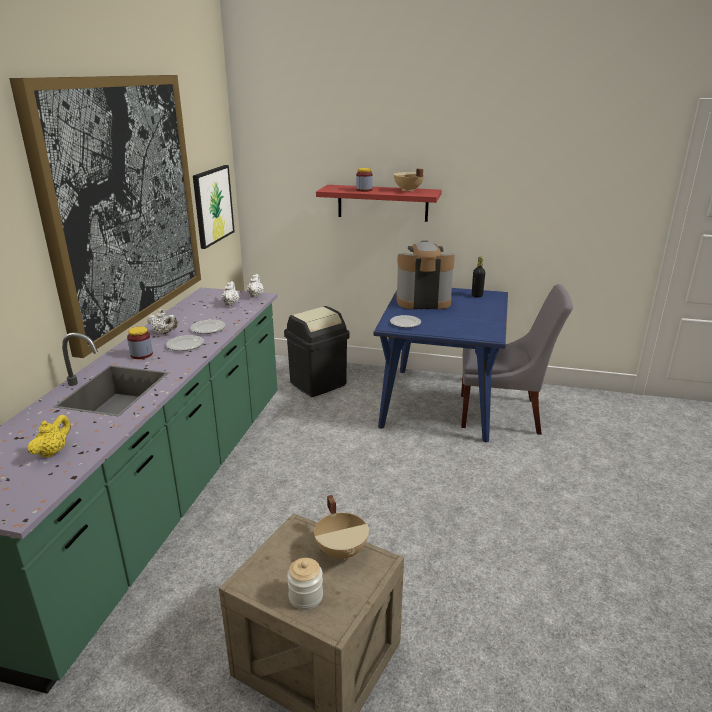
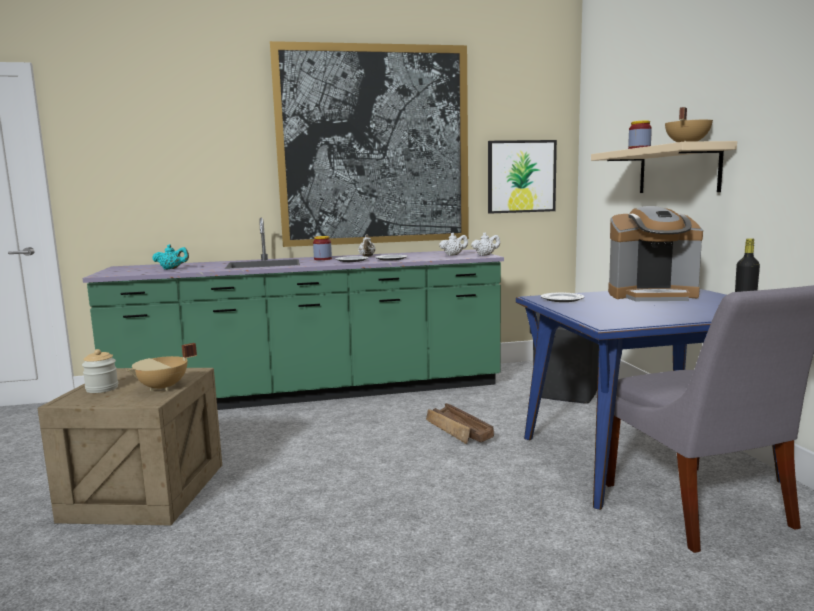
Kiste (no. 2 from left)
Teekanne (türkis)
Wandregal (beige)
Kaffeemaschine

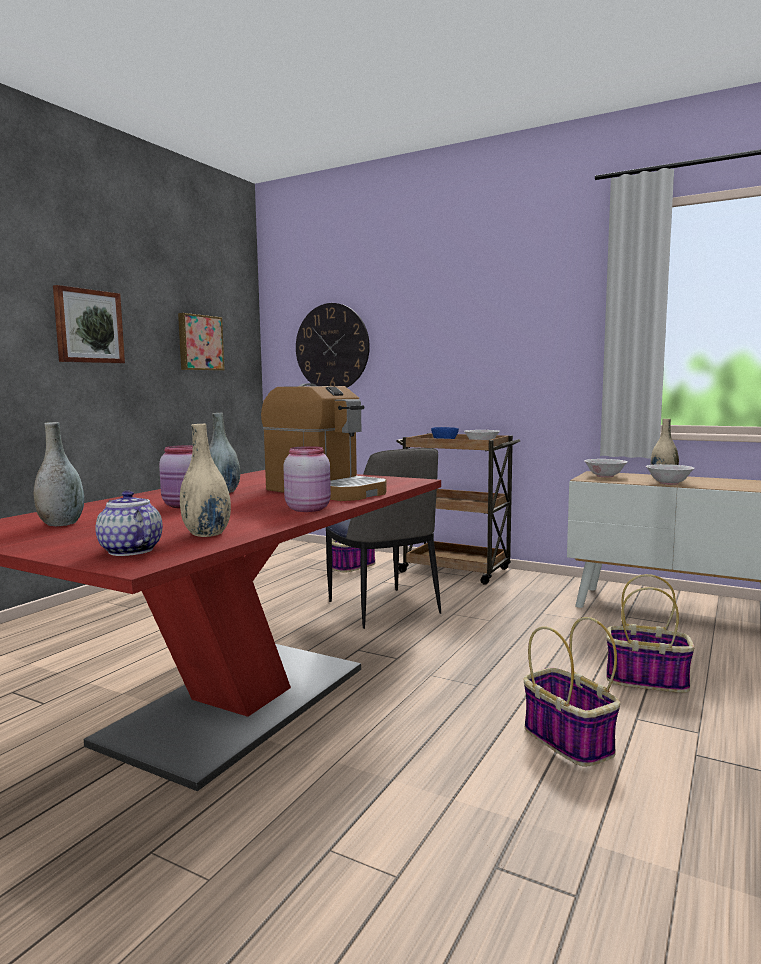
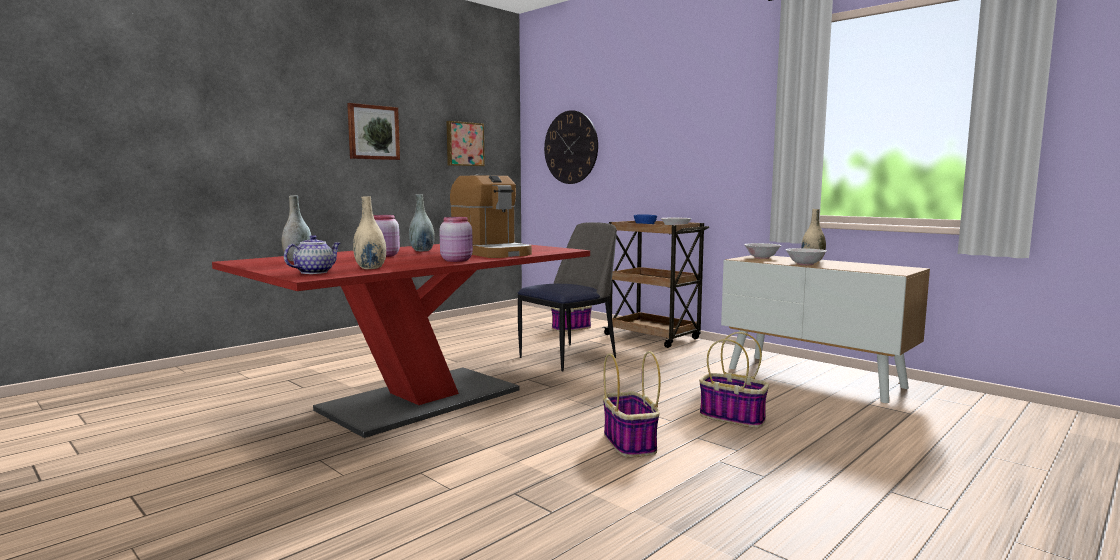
Teekanne
Stuhl

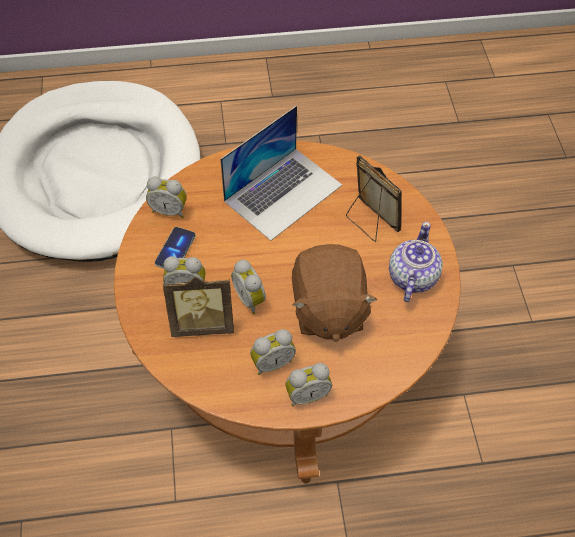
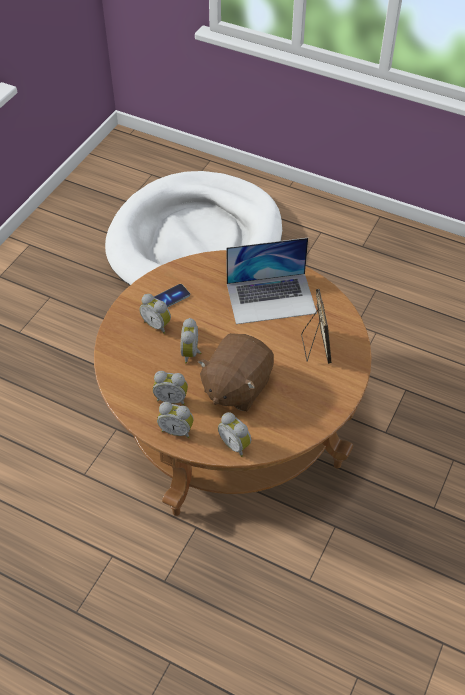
Bilderrahmen (no. 1 from left in the first image)
Teekanne
Wecker (no. 5 from left)

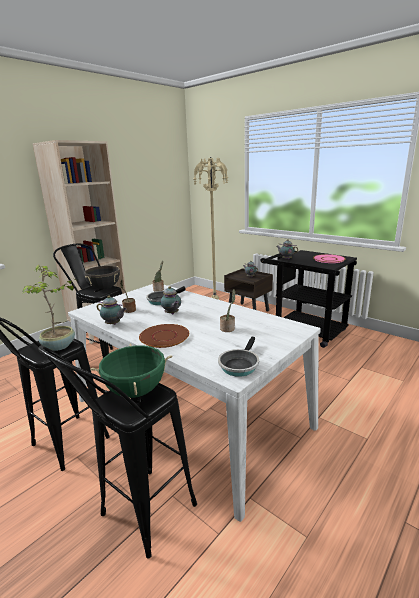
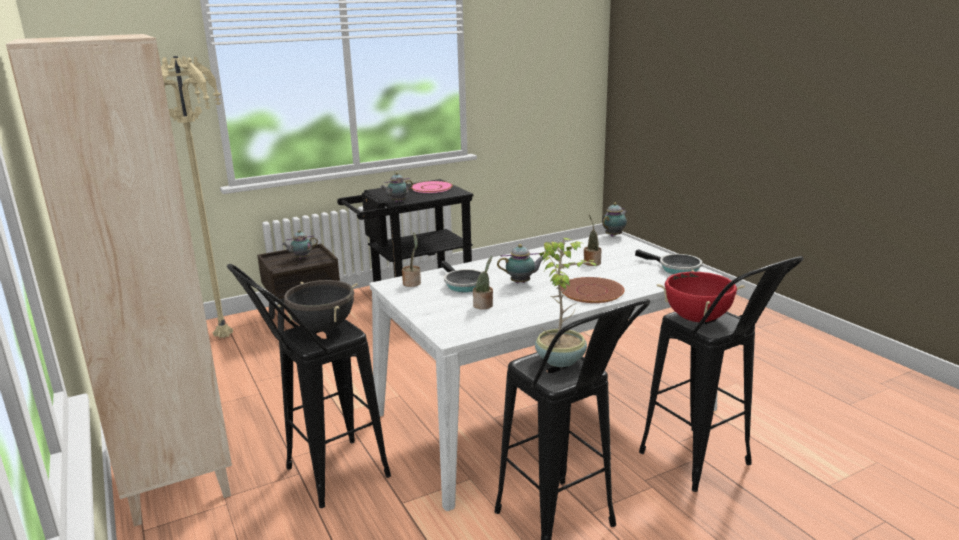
Teekanne (no. 4 from left)
Kochtopf (rot)

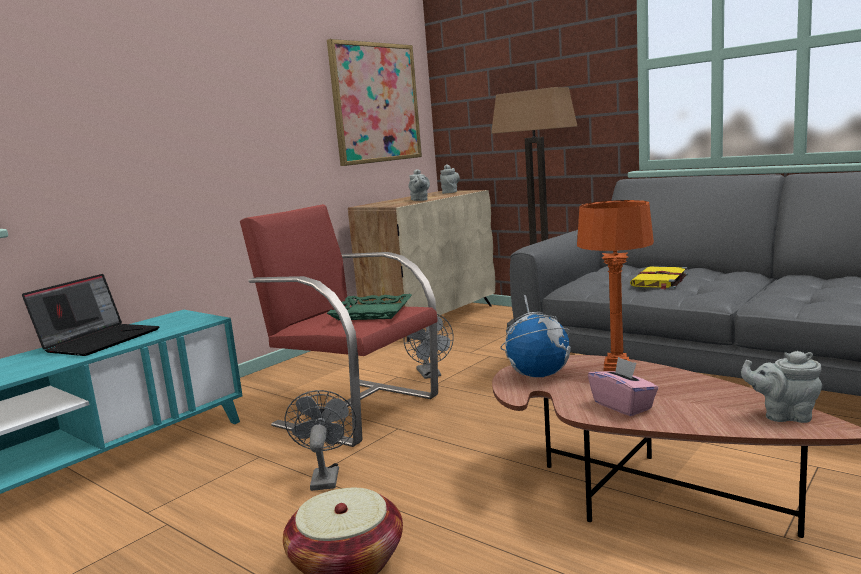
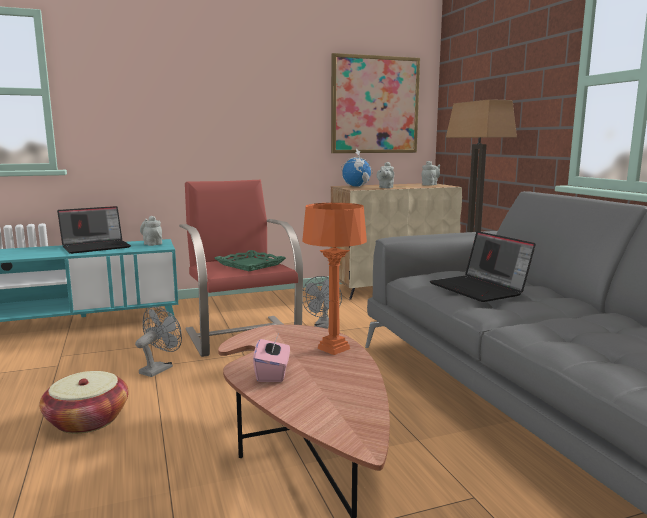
Globus
Teekanne (grau) (no. 1 from left)
Laptop (no. 2 from left)

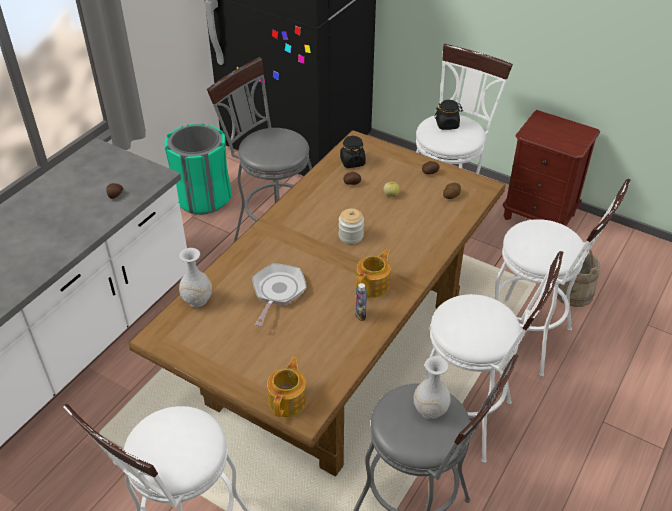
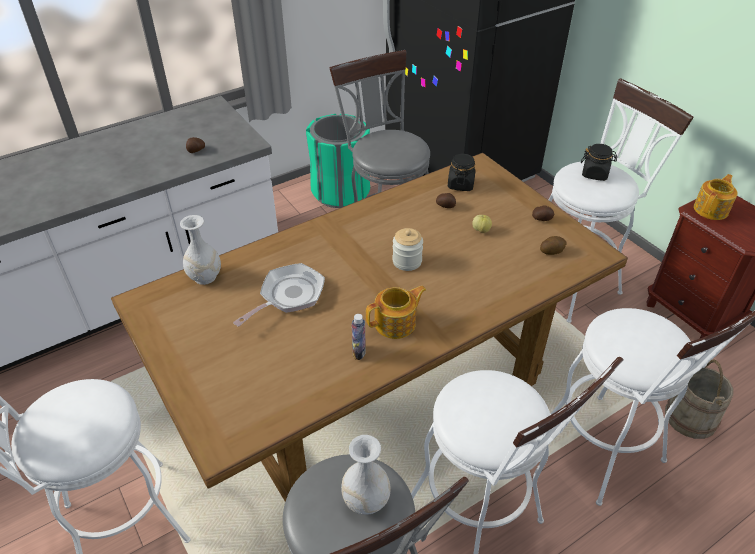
Teekanne (no. 2 from left)

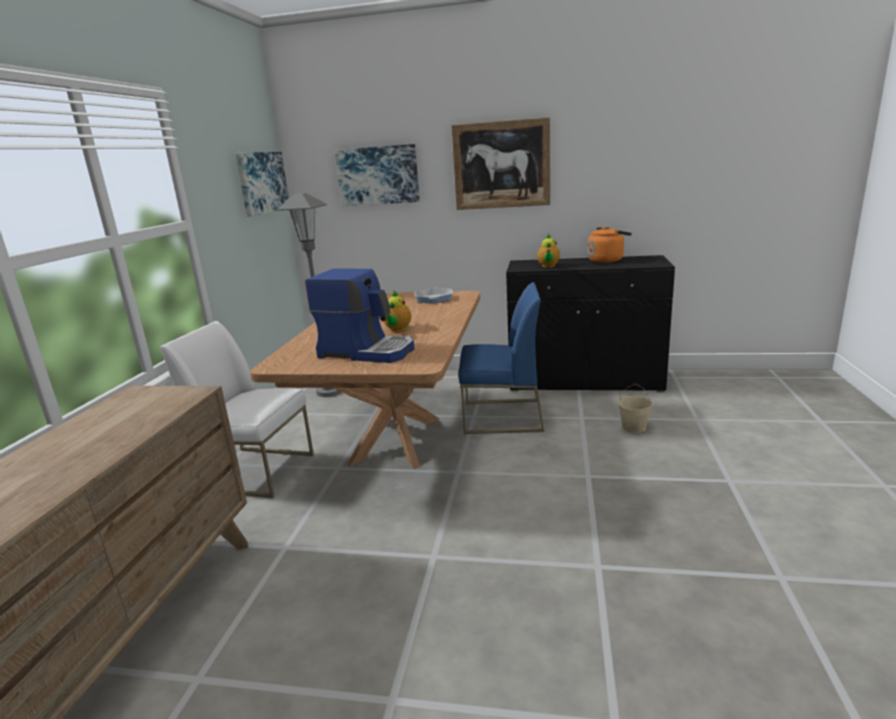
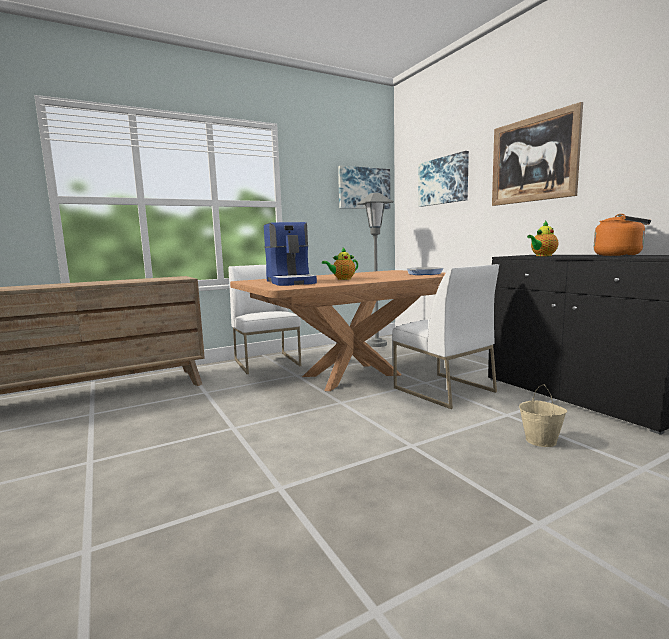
Stuhl (weiß) (no. 2 from left)

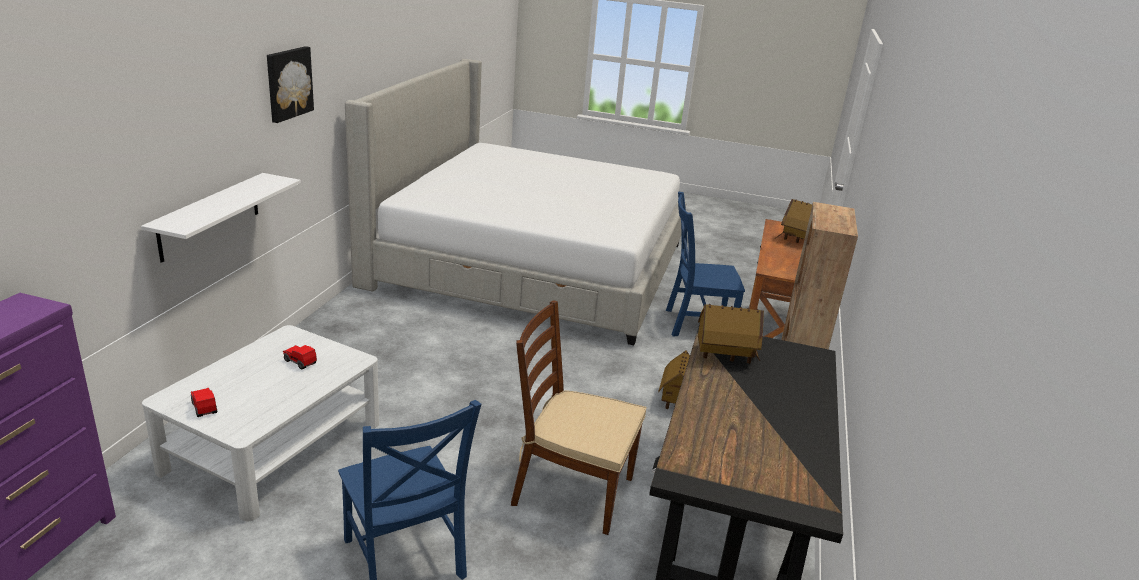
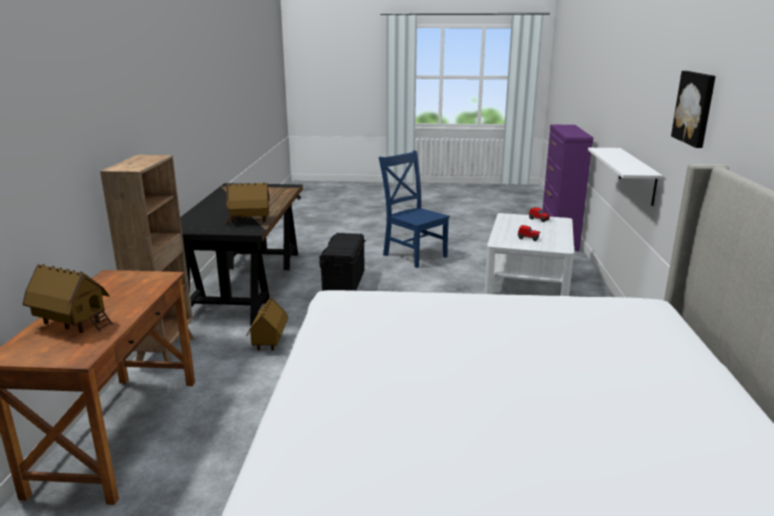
Stuhl (blau) (no. 2 from left in the first image)
Aufbewahrungsbox (schwarz)

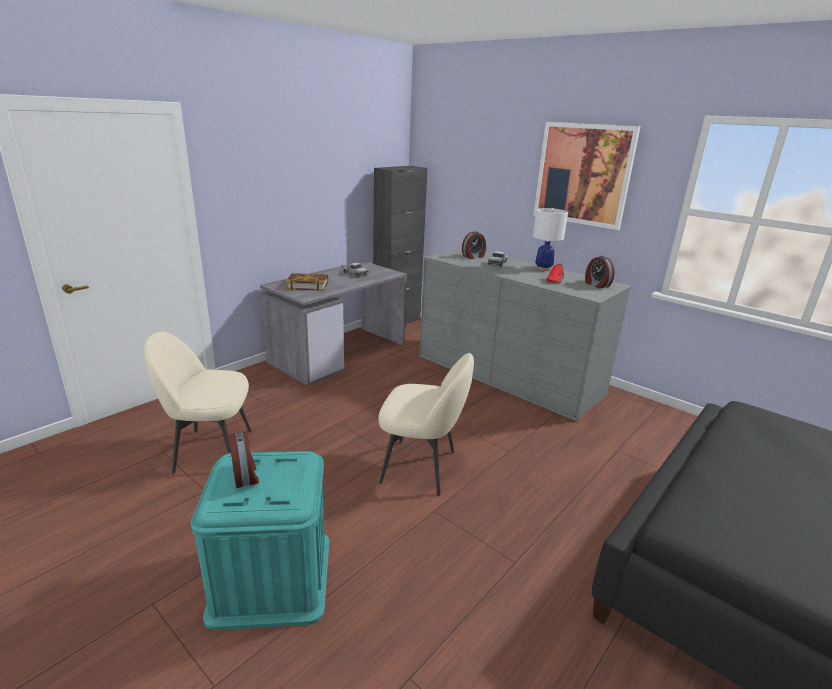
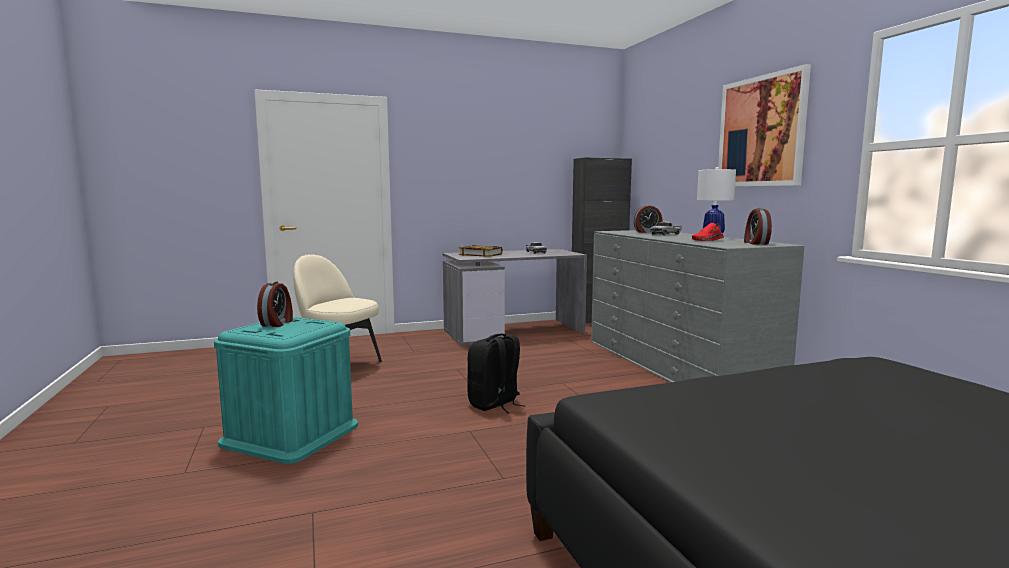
Rucksack (schwarz)

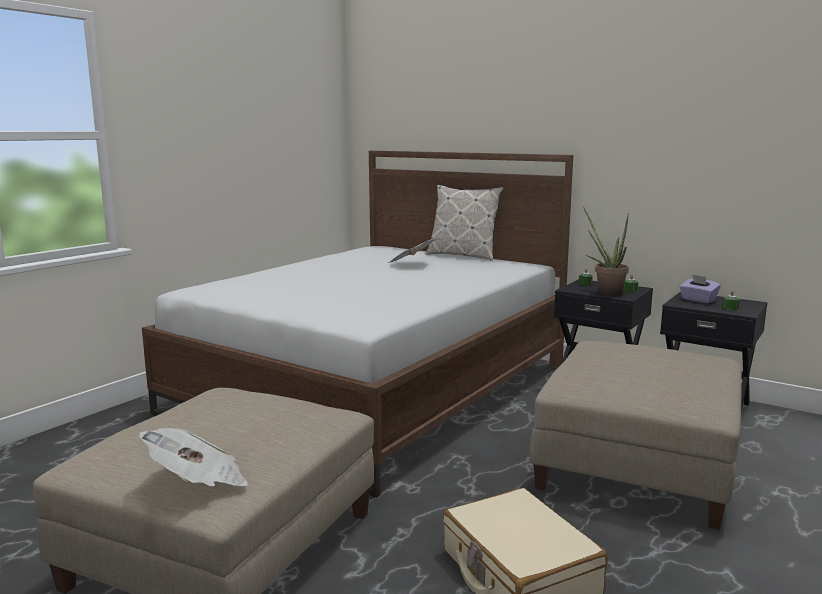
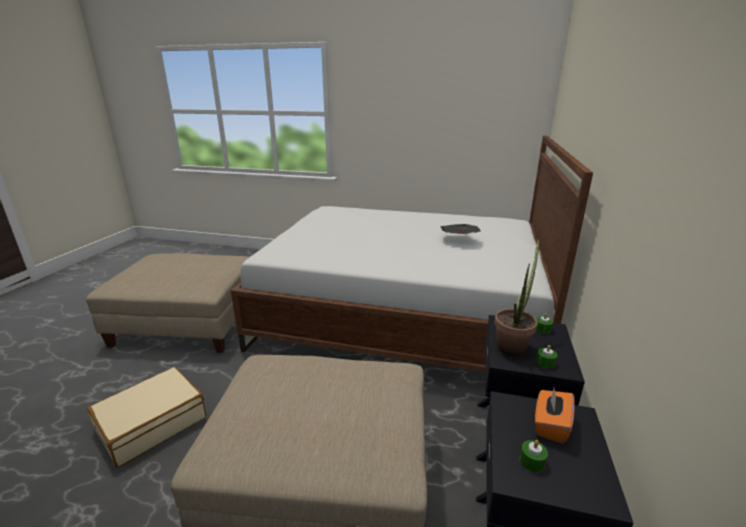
Zeitung (no. 1 from left in the first image)
Kissen
Taschentuchbox (orange)

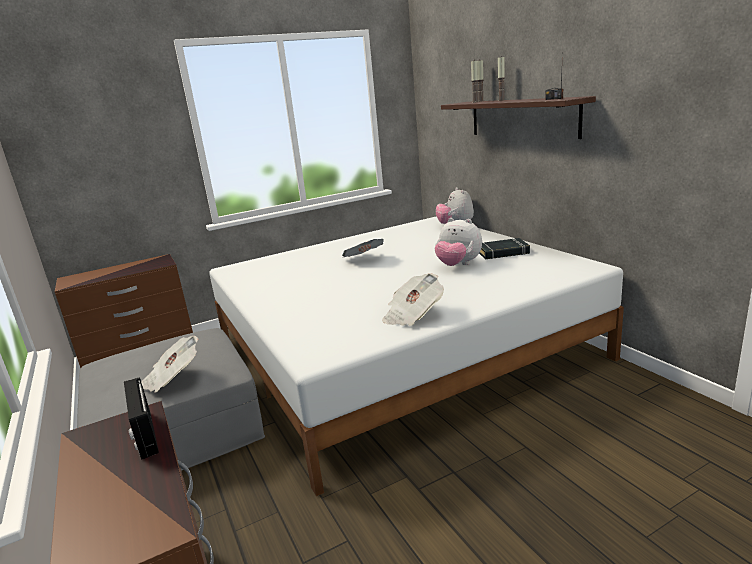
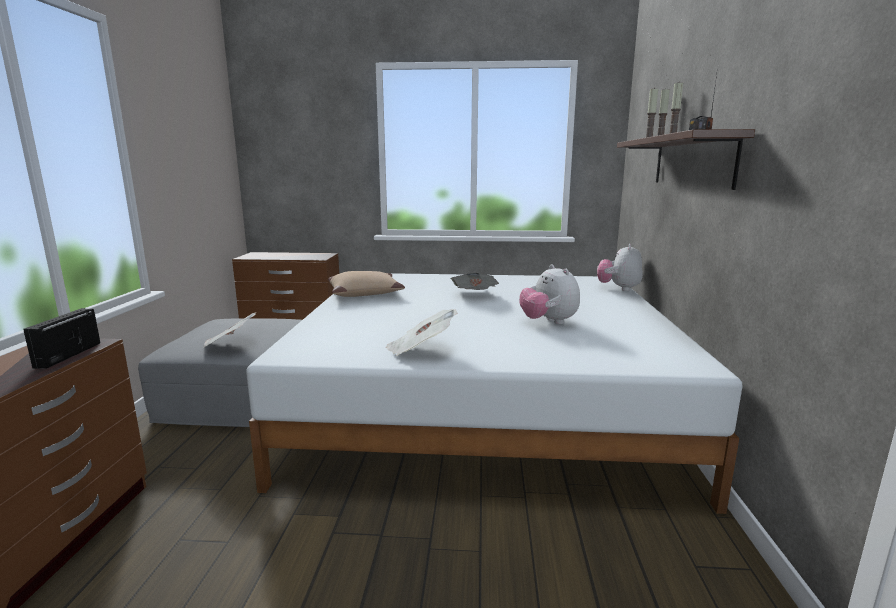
Buch (schwarz)
Kissen (beige)

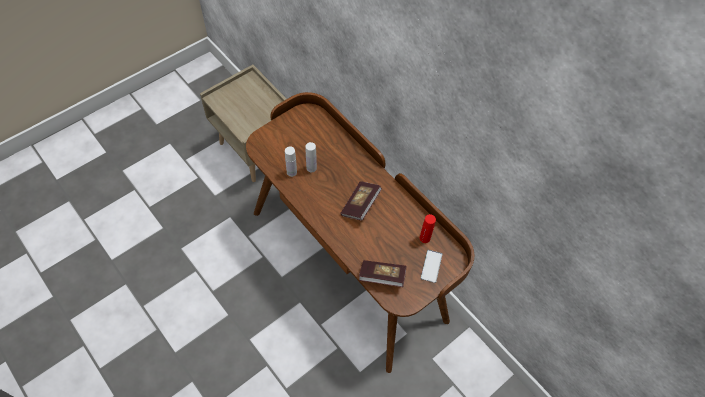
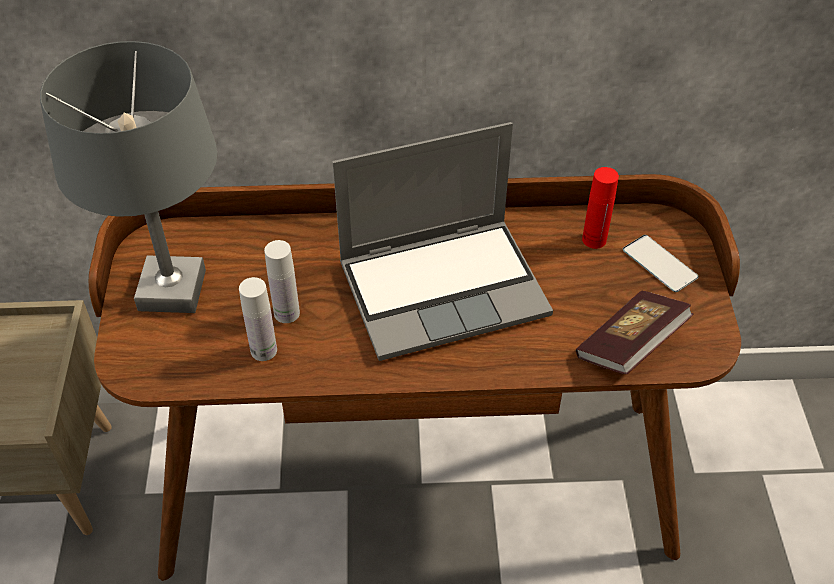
Tischlampe (grau)
Laptop

